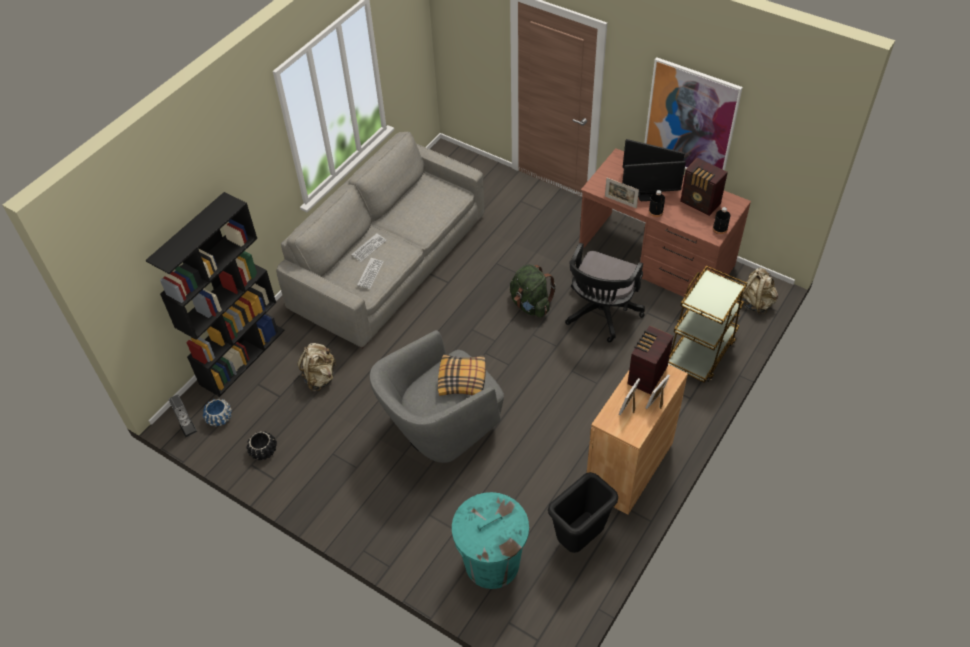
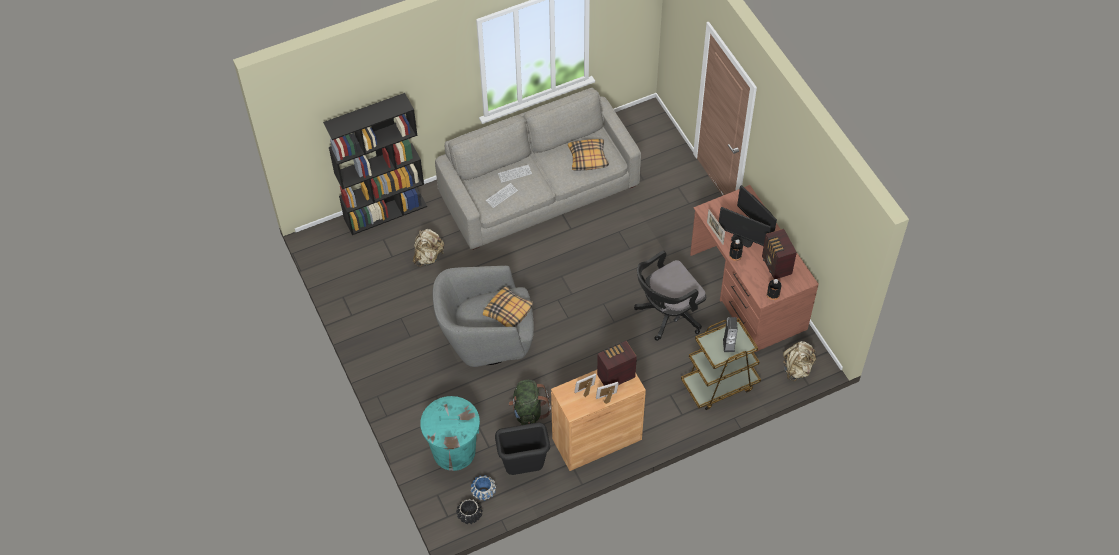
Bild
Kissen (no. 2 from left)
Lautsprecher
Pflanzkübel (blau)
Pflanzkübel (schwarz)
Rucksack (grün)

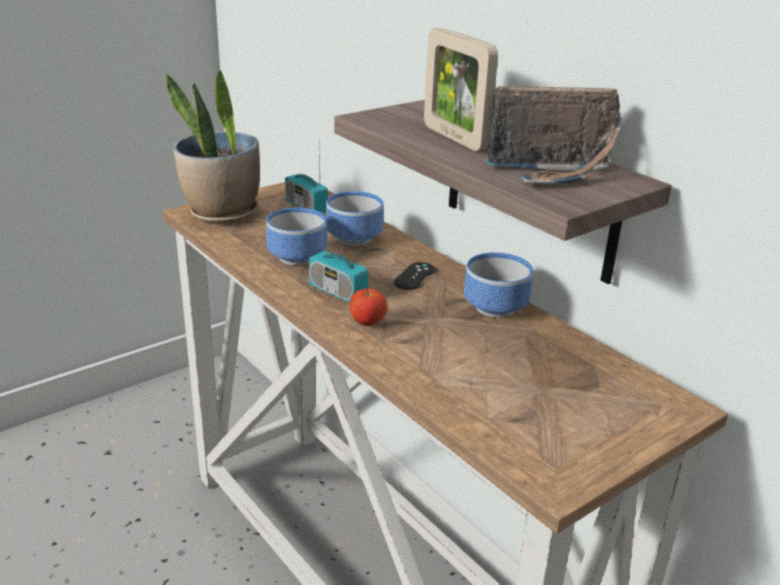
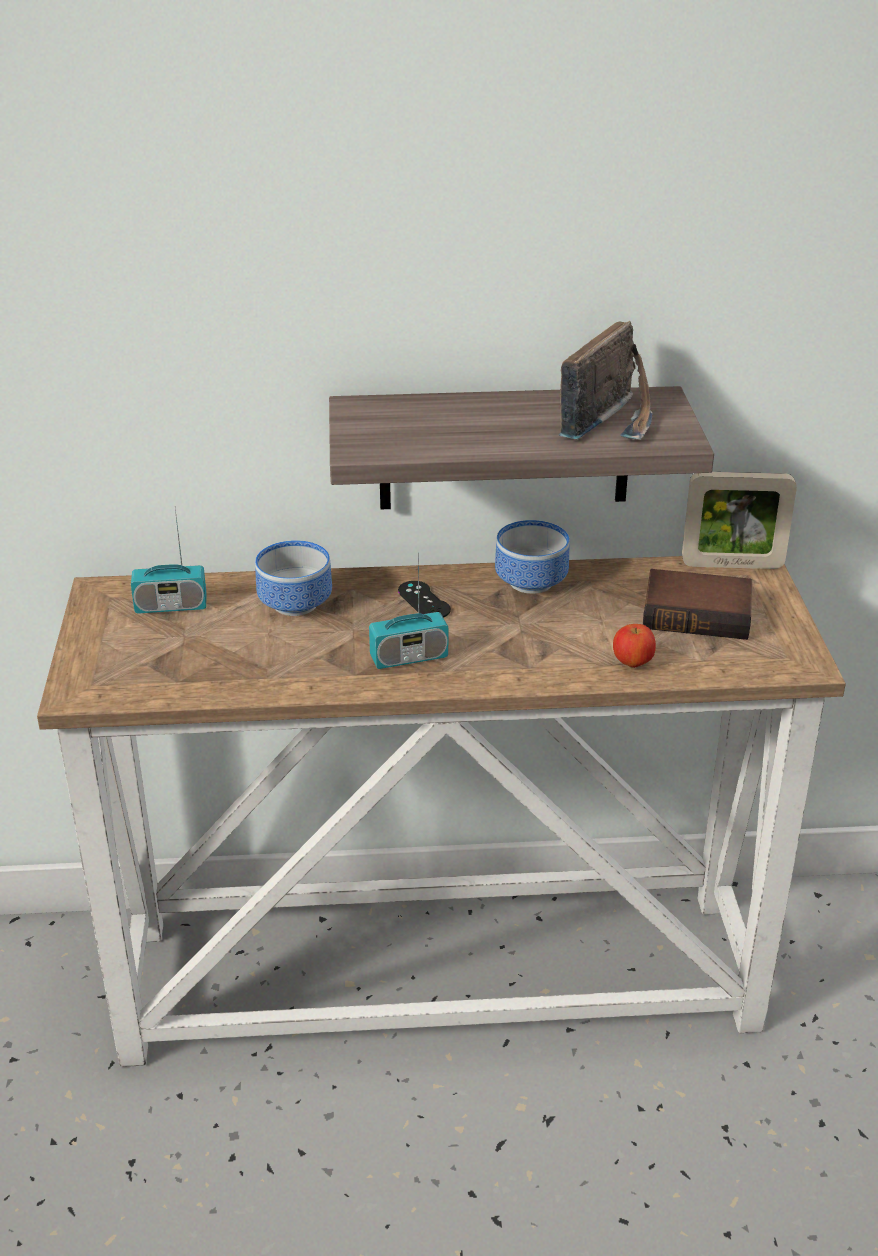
Topfpflanze
Schüssel (no. 1 from left in the first image)
Buch
Apfel
Bilderrahmen

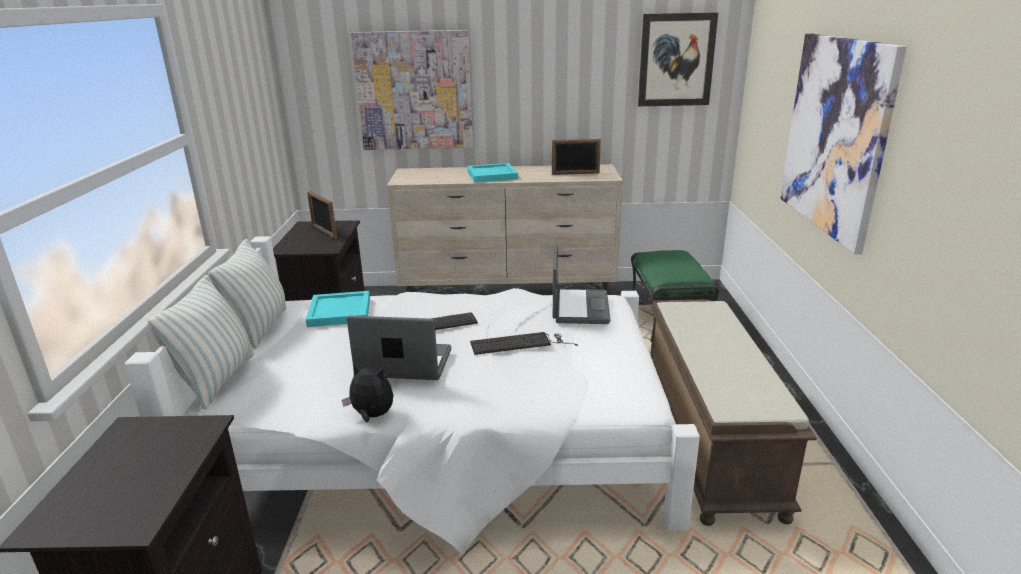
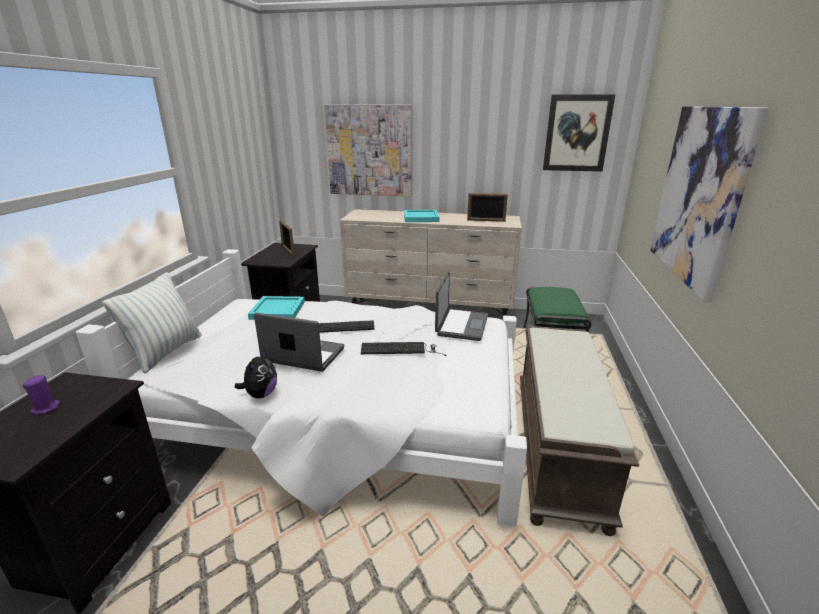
Kissen (no. 2 from left in the first image)
Kerze (lila)
Plüschtier

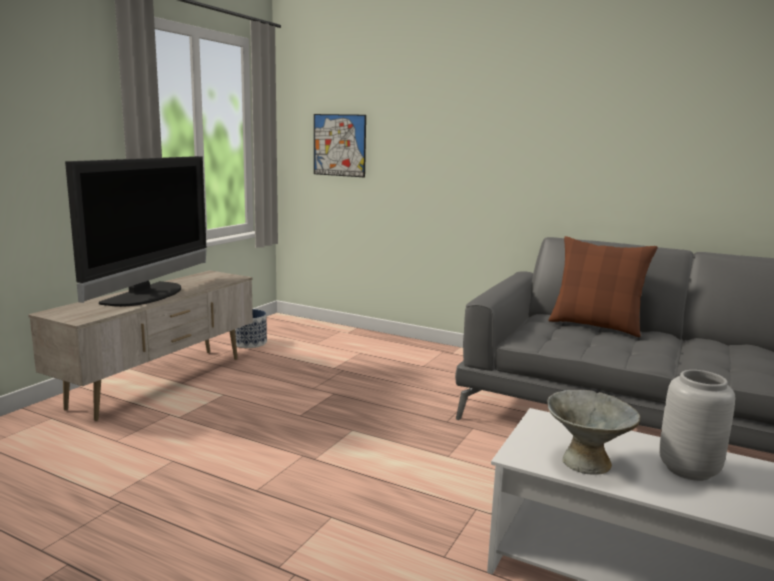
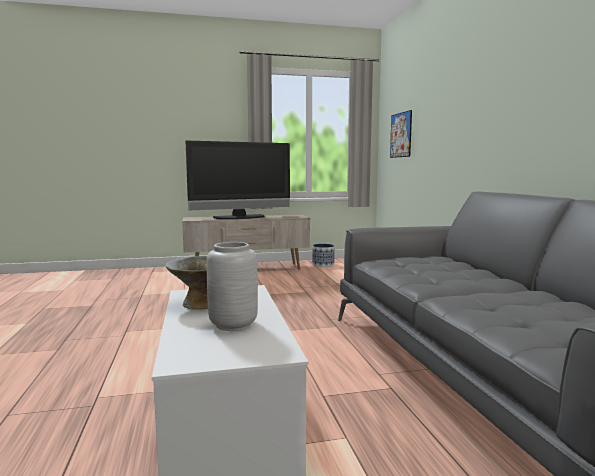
Kissen (braun)

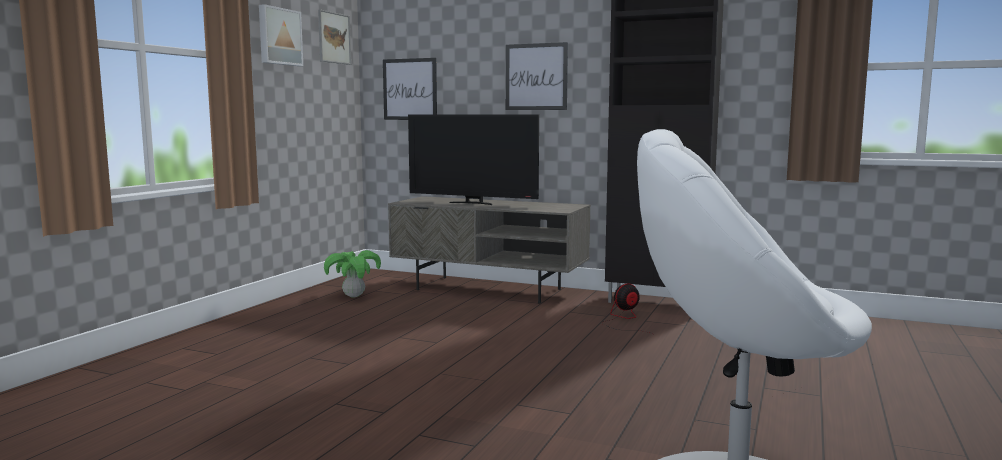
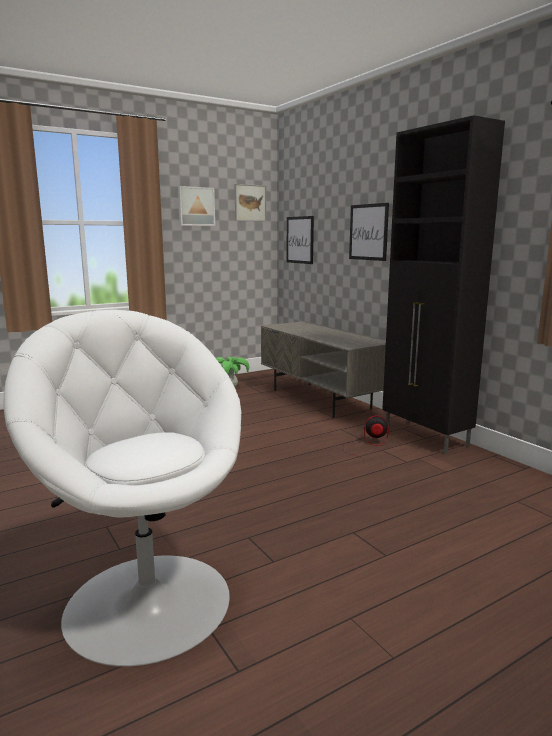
Fernseher

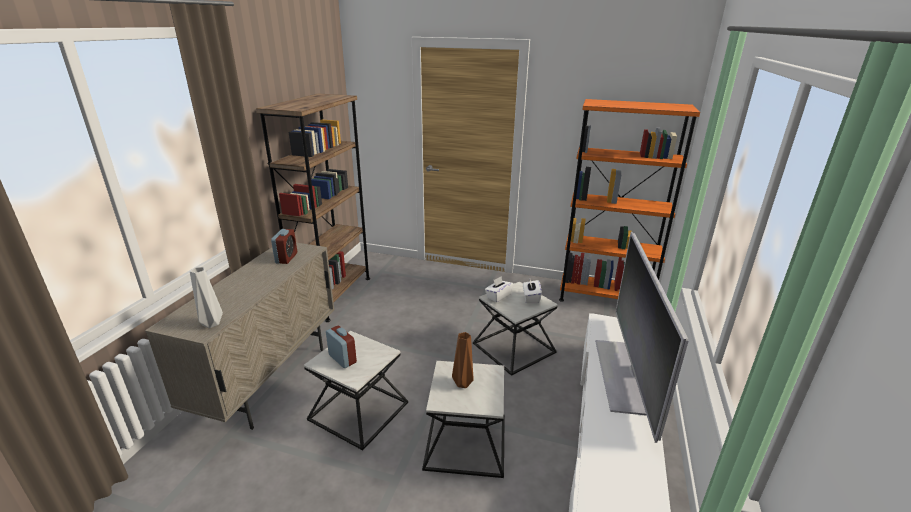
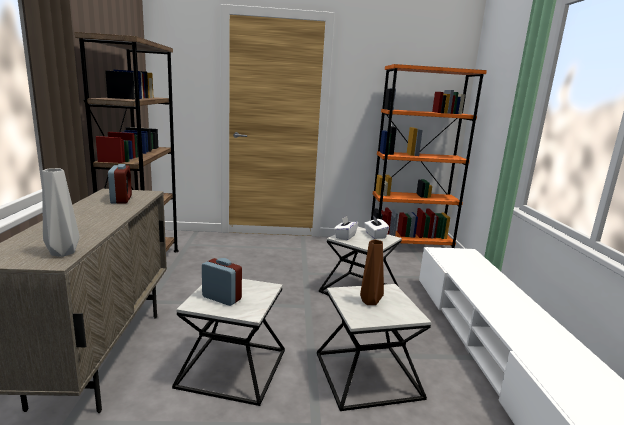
Fernseher

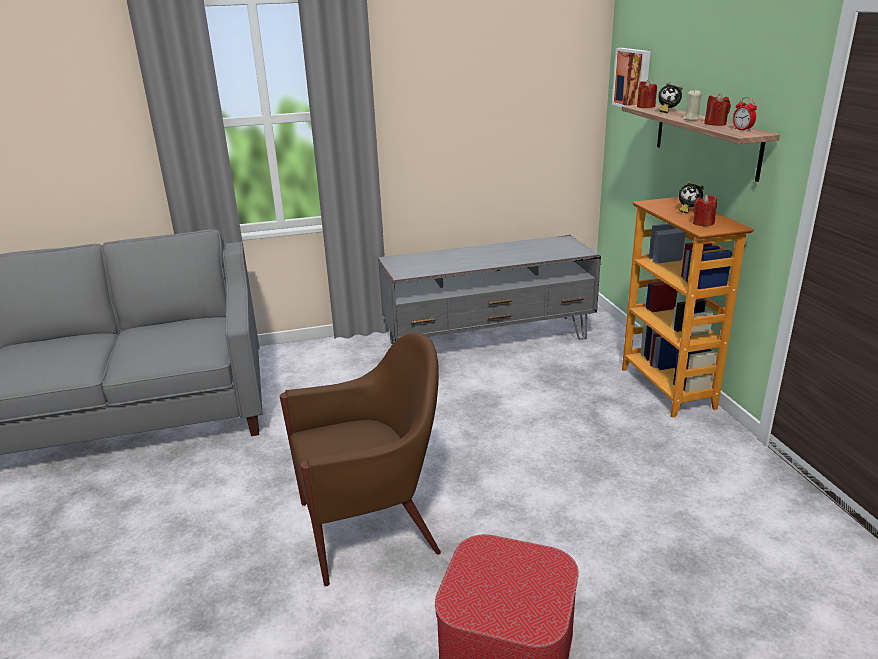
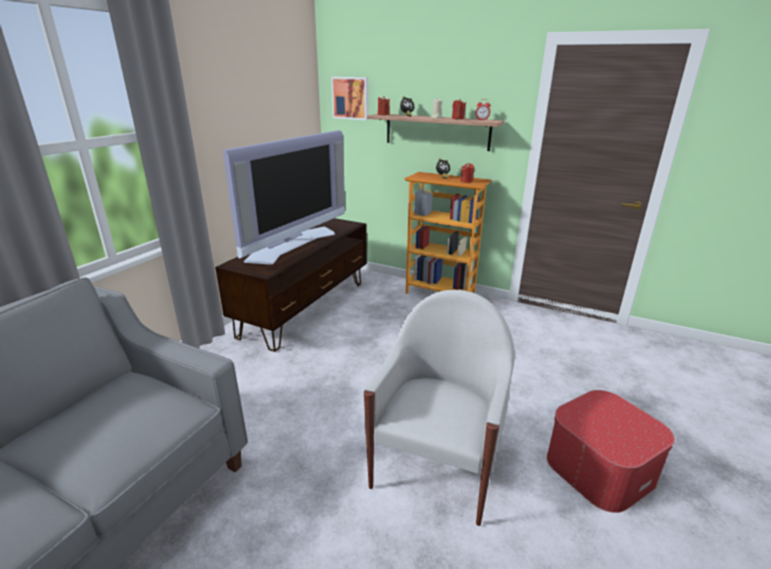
Fernseher
Sessel (weiß)
Fernsehschrank (braun)

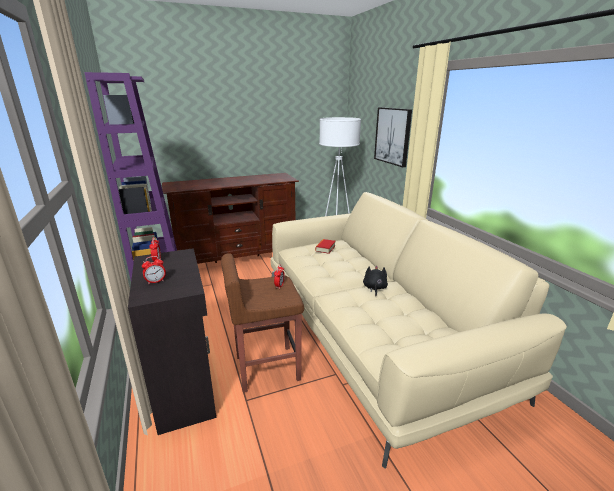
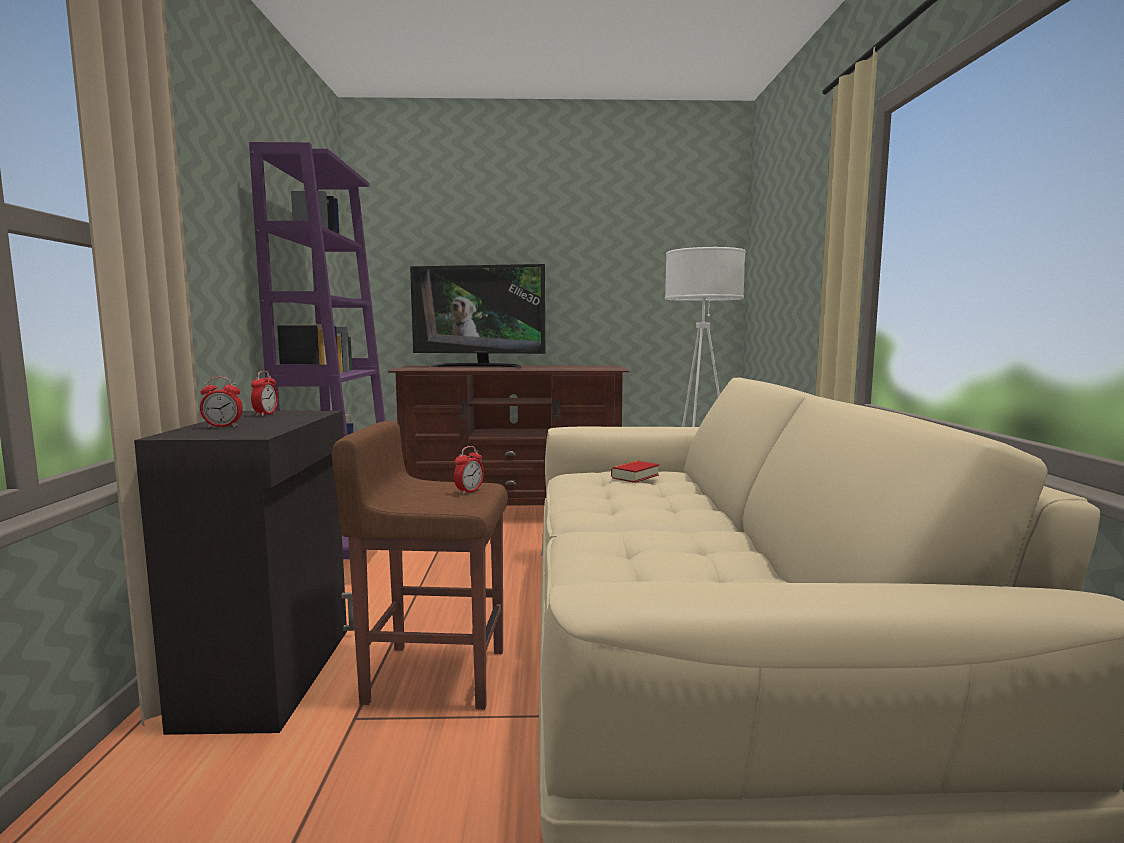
Plüschtier (schwarz)
Bild
Fernseher

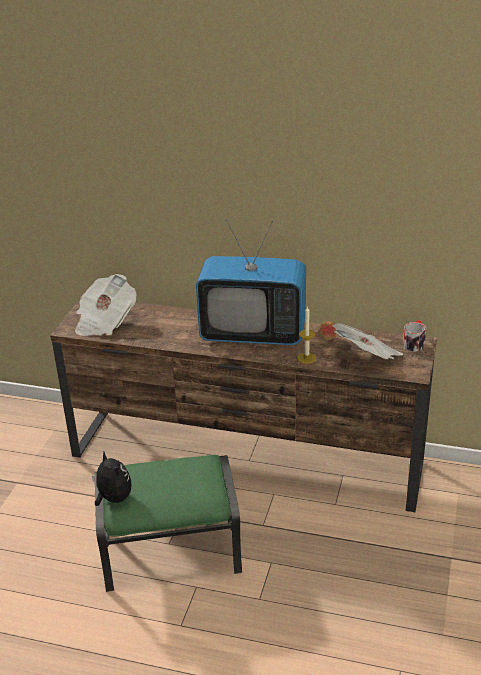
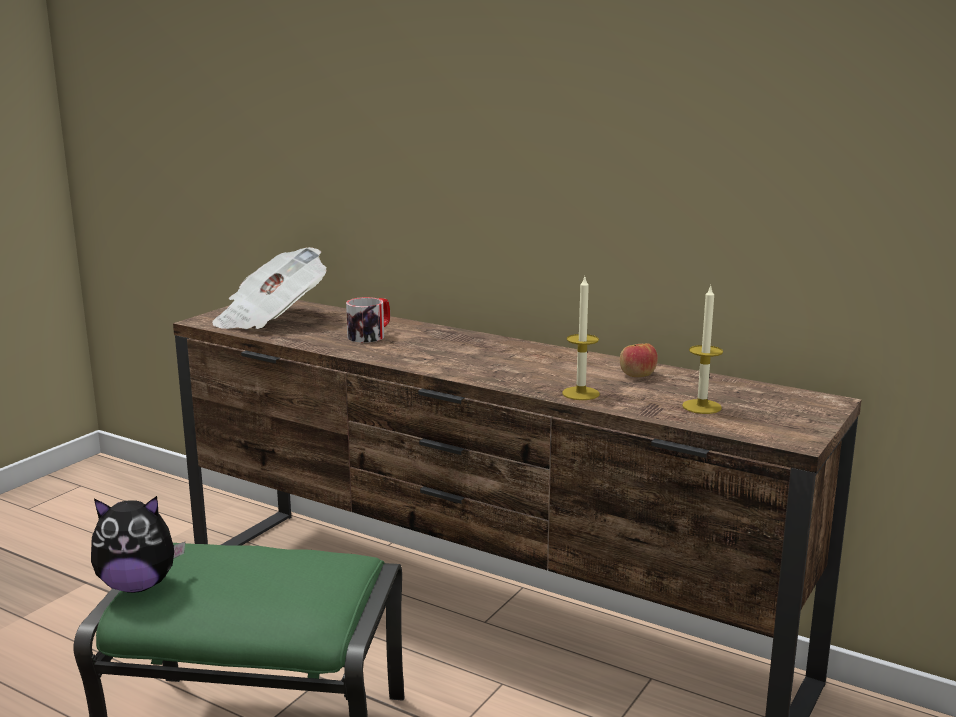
Fernseher
Henkelbecher
Kerze (no. 2 from left)
Plüschtier

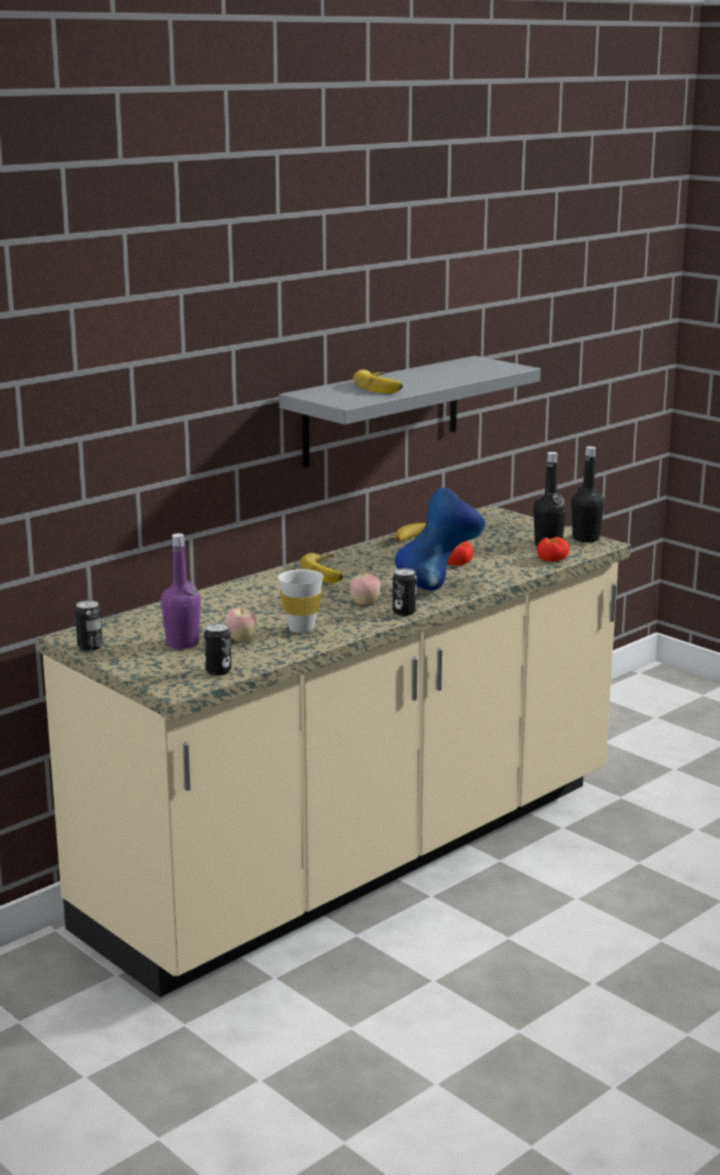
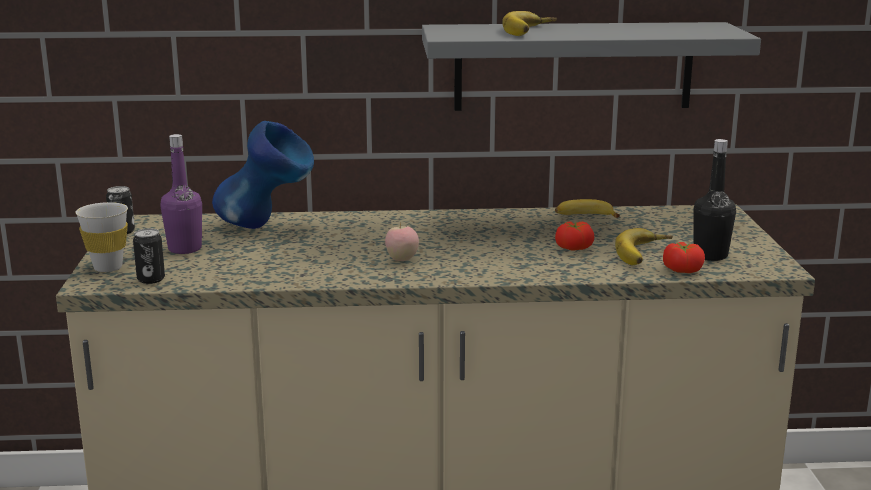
Apfel (no. 1 from left in the first image)
Dose (no. 3 from left in the first image)
Flasche (schwarz) (no. 2 from left in the first image)
Tasse (weiß)
Banane (no. 3 from left)
Vase (blau)

